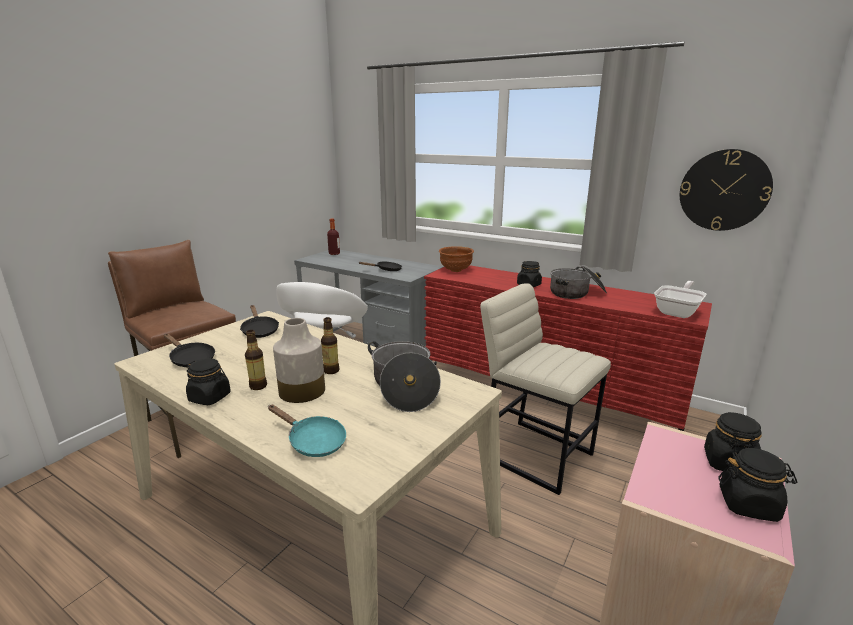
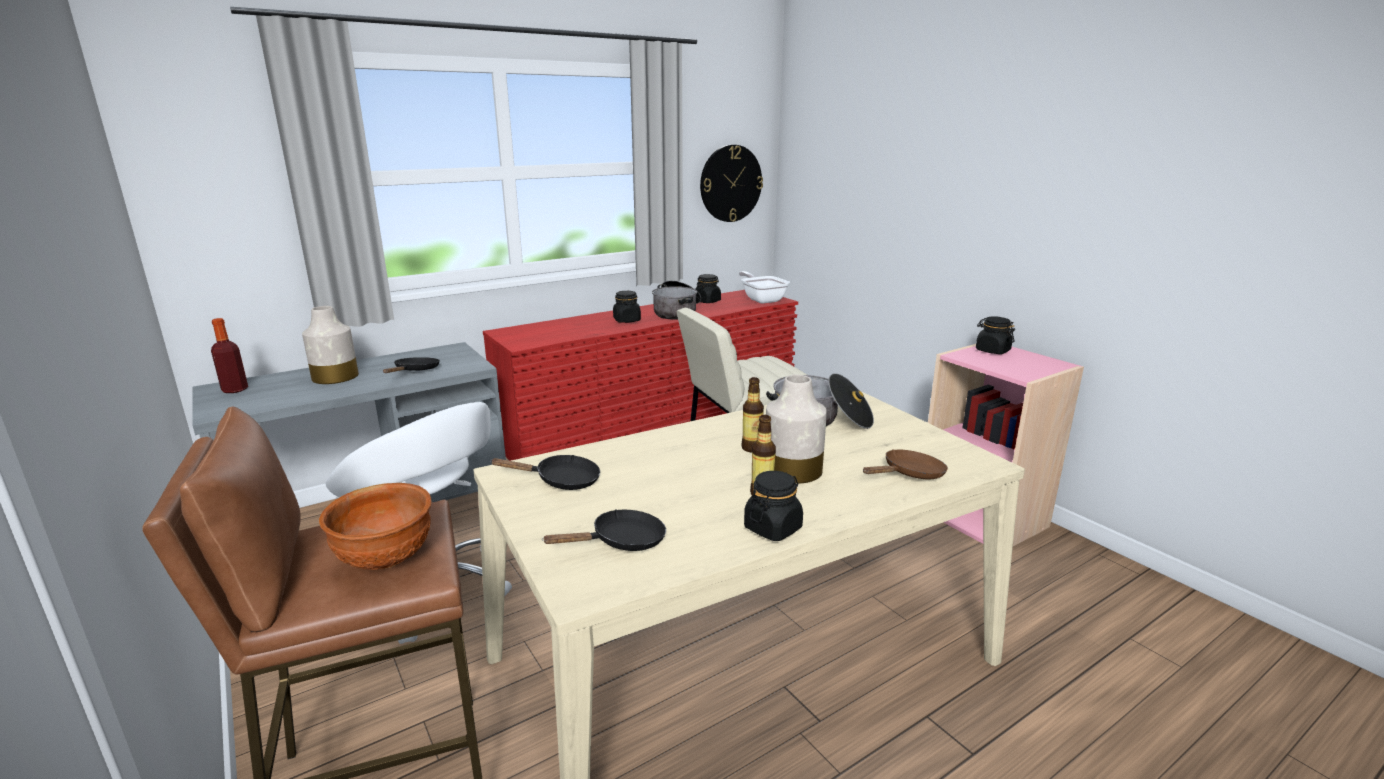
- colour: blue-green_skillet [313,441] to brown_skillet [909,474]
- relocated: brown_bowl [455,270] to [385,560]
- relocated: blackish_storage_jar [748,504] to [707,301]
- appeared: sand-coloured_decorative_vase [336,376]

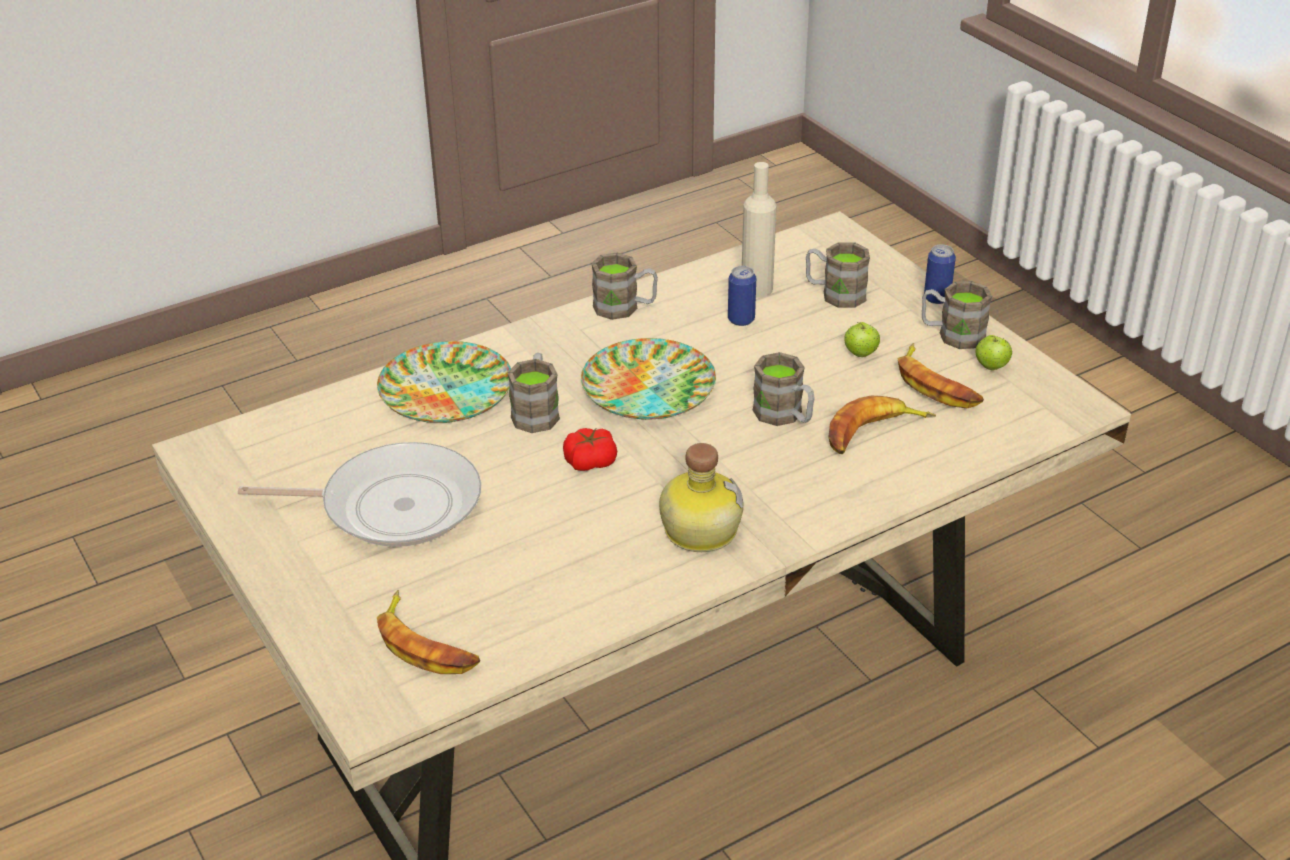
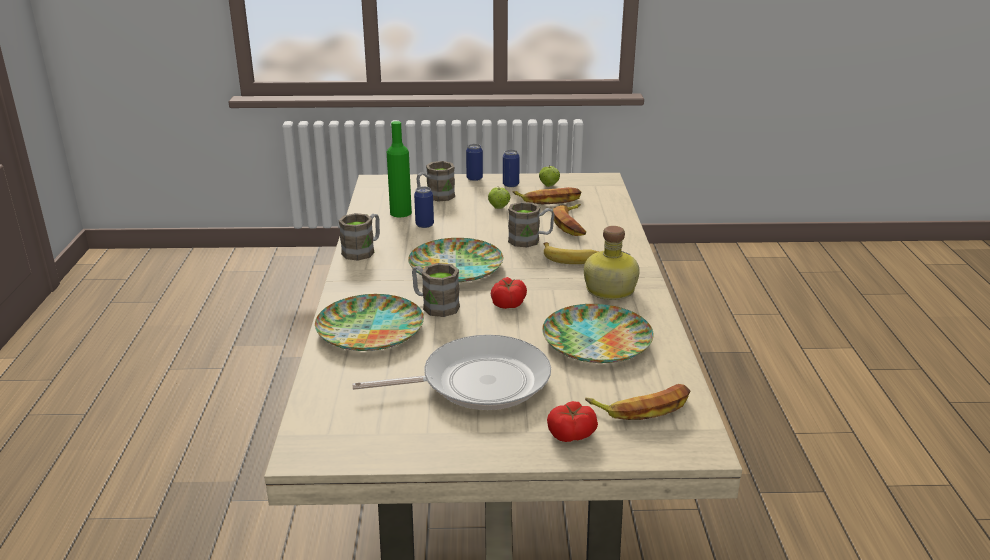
- spun: skillet [392,505] = [478,382] 45 degrees clockwise
- colour: sand-coloured_beverage_bottle [756,289] to greenish_beverage_bottle [400,213]
- exchanged: brown_coffee_mug [952,334] to sealed_can [510,184]
- appeared: flat_dish [595,340]
- appeared: whole_banana [571,258]
- appeared: tomato [572,433]

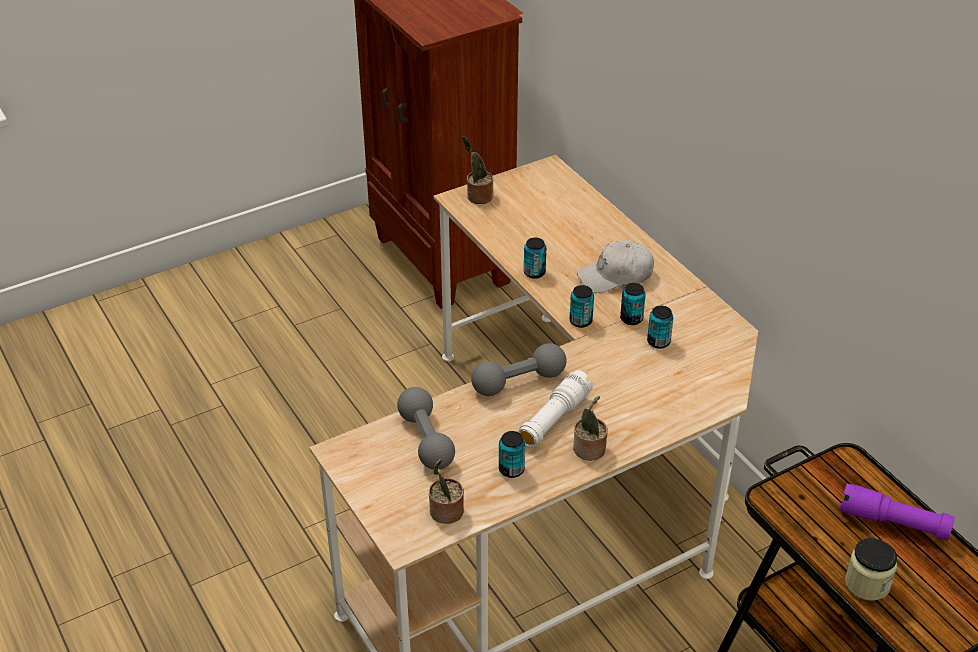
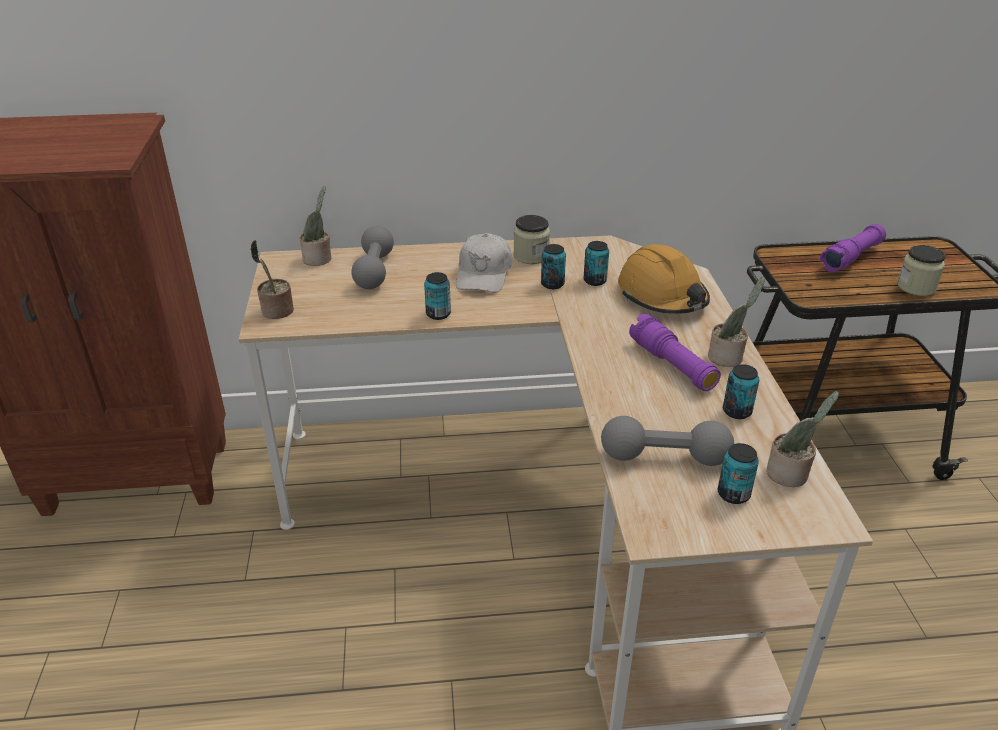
- relocated: greyish_dumbbell [518,382] to [374,271]
- colour: white-coloured_hand_torch [554,419] to purplish_hand_torch [672,365]
- relocated: sealed_can [580,321] to [733,494]
- appeared: plant_in_a_pot [319,259]
- appeared: storage_jar [531,256]
- appeared: orange-coloured_safety_helmet [662,296]

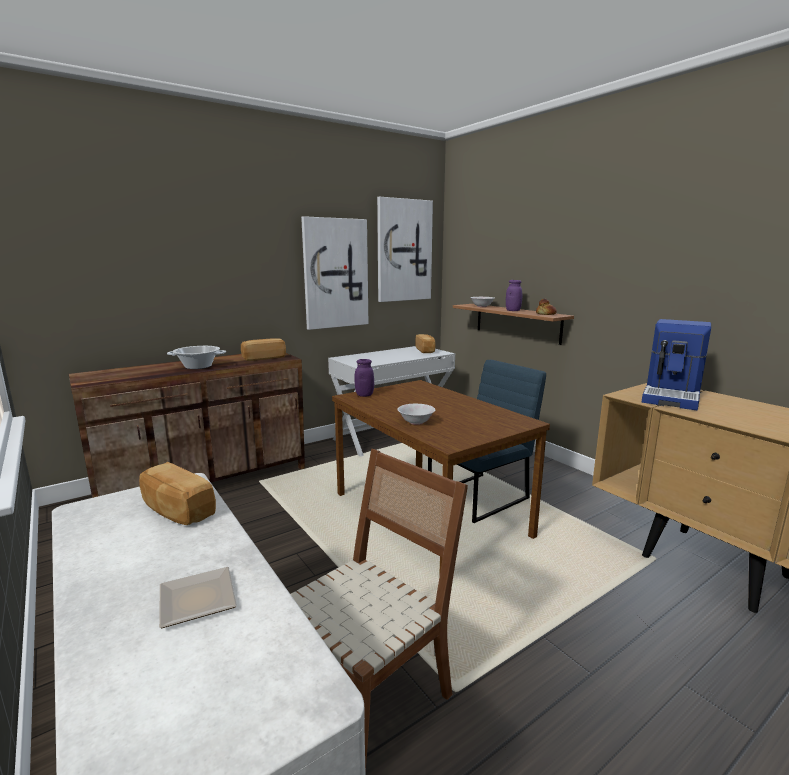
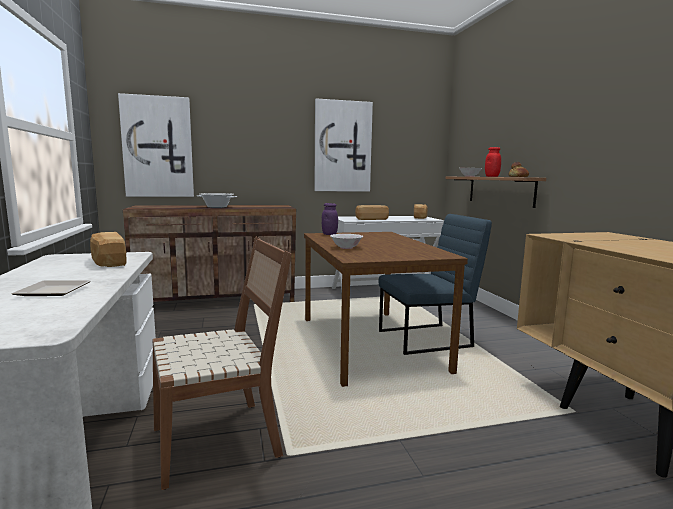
- relocated: bakery_bread [263,357] to [371,219]
- relocated: picture [404,250] to [158,147]
- colour: purplish_storage_jar [513,310] to reddish_storage_jar [492,176]
- missing: coffee_machine [672,396]

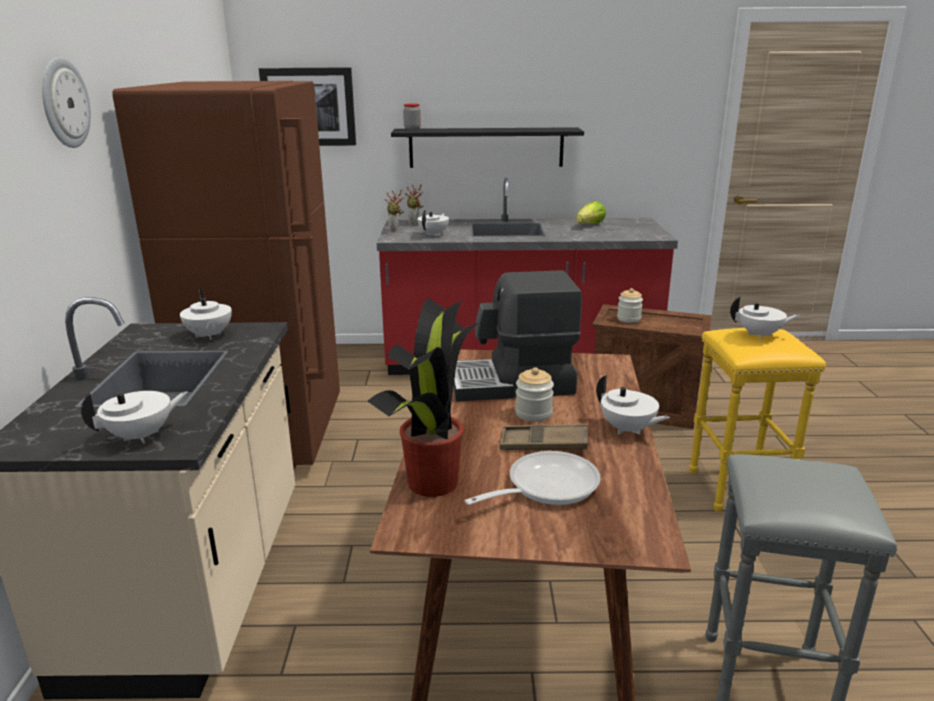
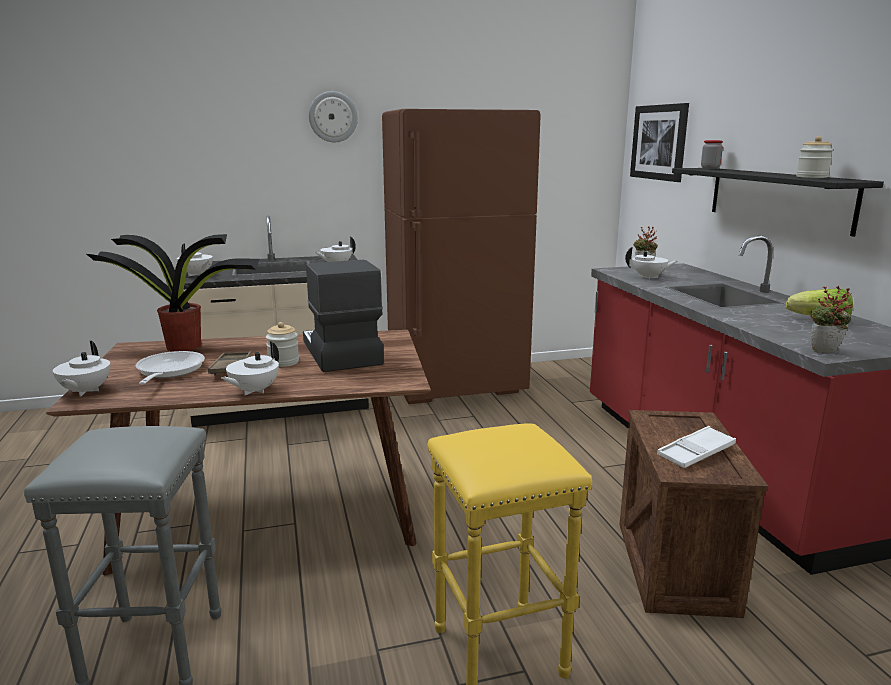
- relocated: plant_in_a_pot [415,224] to [824,352]
- spun: skillet [545,486] = [168,371] 135 degrees counterclockwise
- relocated: storage_jar [628,319] to [811,177]
- relocated: white-coloured_pot_for_tea [760,335] to [85,391]
- appeared: white-coloured_serving_tray [696,452]

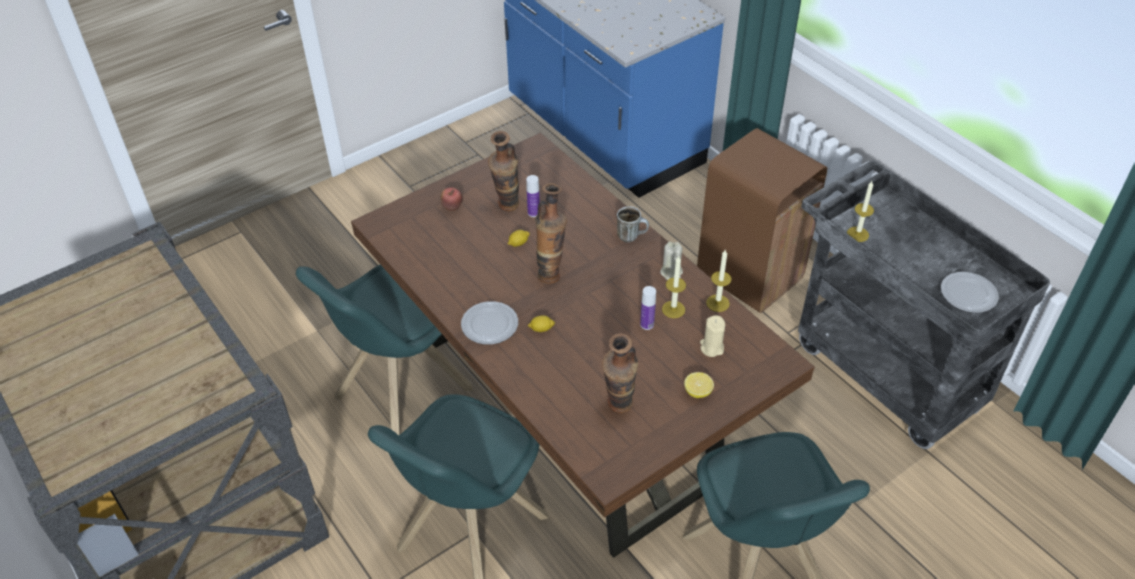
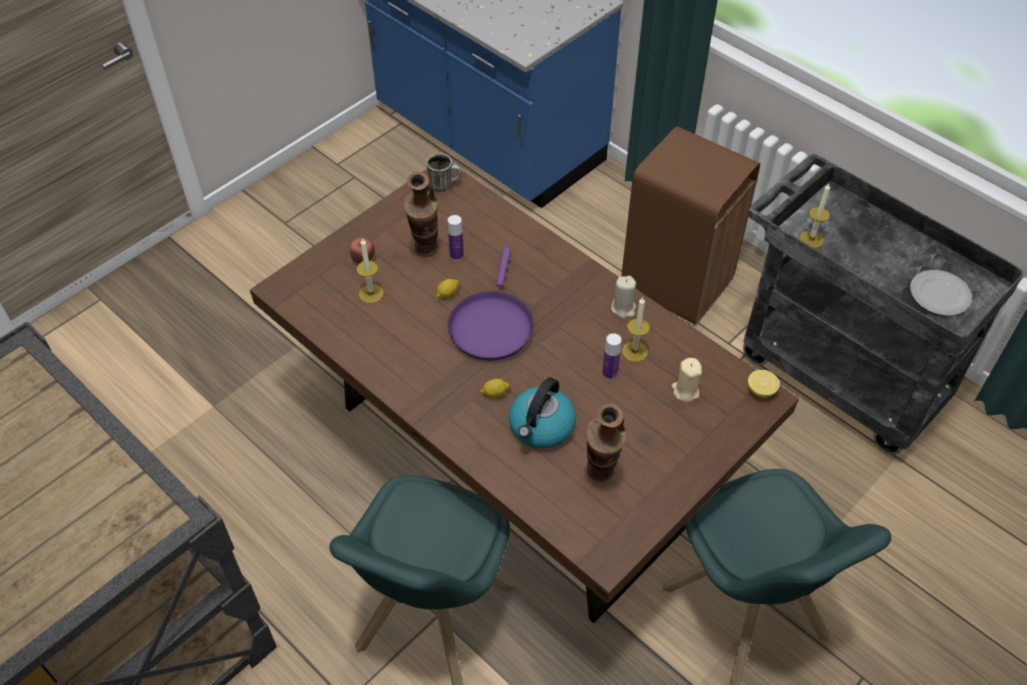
- missing: blue-green_plain_chair [401,392]
- missing: flat_dish [490,325]
- exchanged: decorative_vase [551,272] to purplish_skillet [491,325]
- relocated: coffee_mug [632,236] to [444,184]
- relocated: citrus_fruit [698,392] to [761,390]
- relocated: wax_candle [717,303] to [371,294]
- appeared: kettle [541,427]

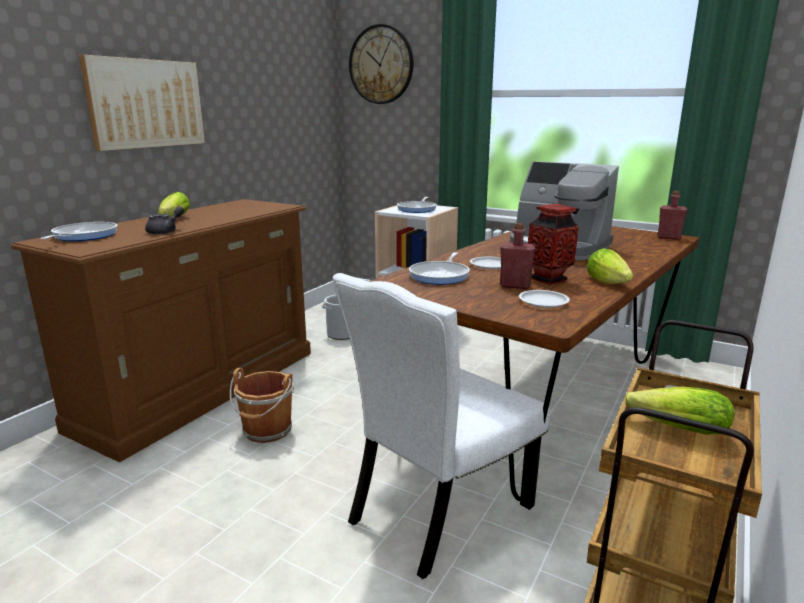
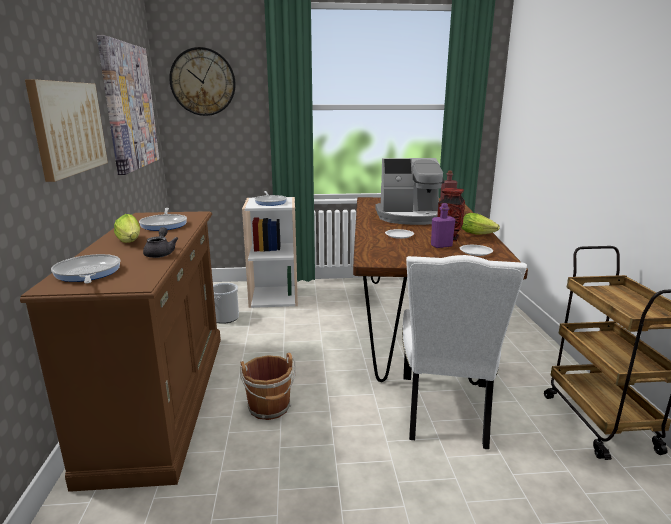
- relocated: skillet [440,276] to [164,224]
- colour: reddish_beverage_bottle [515,286] to purplish_beverage_bottle [441,246]
- missing: head_of_lettuce [673,428]
- appeared: picture [129,107]

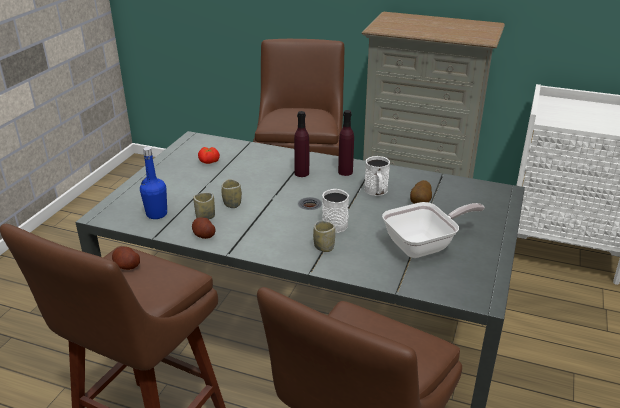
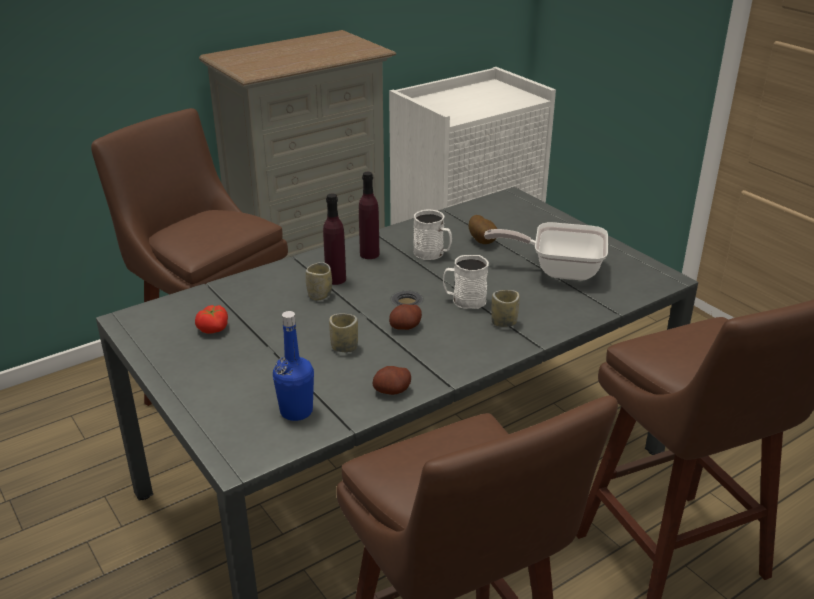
- relocated: potato [127,266] to [405,327]
- relocated: cup [205,216] to [319,295]
- spun: skillet [424,245] = [558,270] 90 degrees counterclockwise

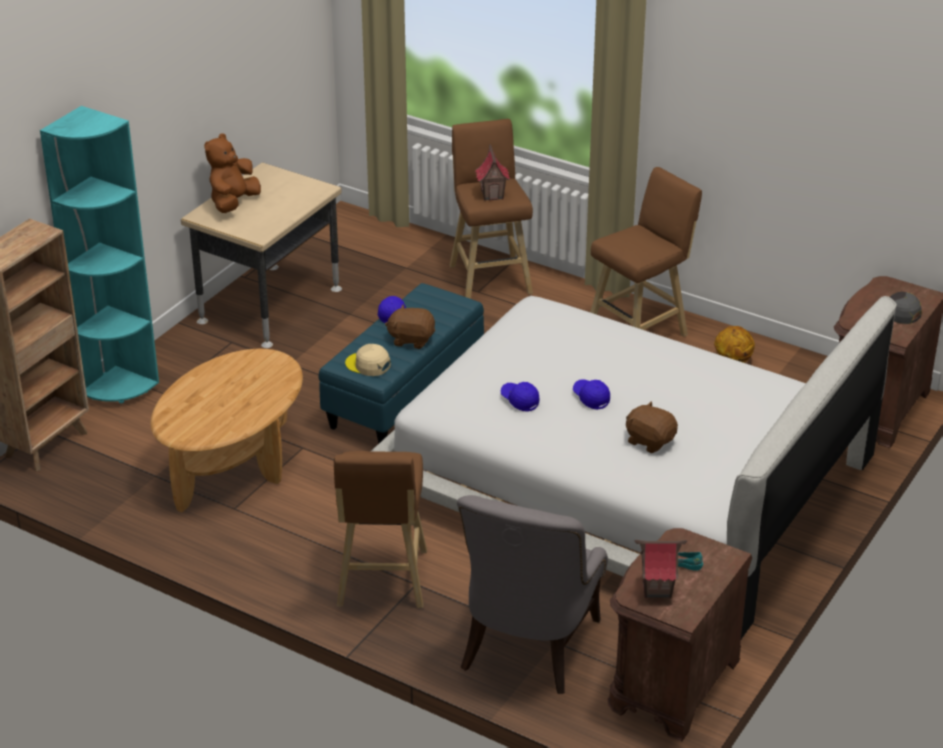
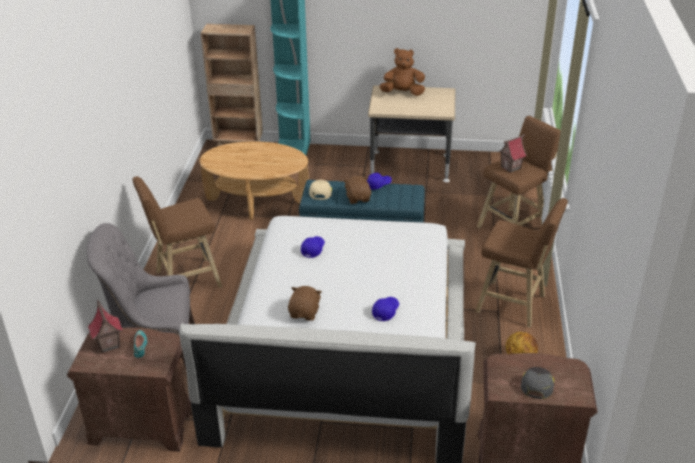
- relocated: blue-coloured_baseball_cap [591,398] to [385,311]

